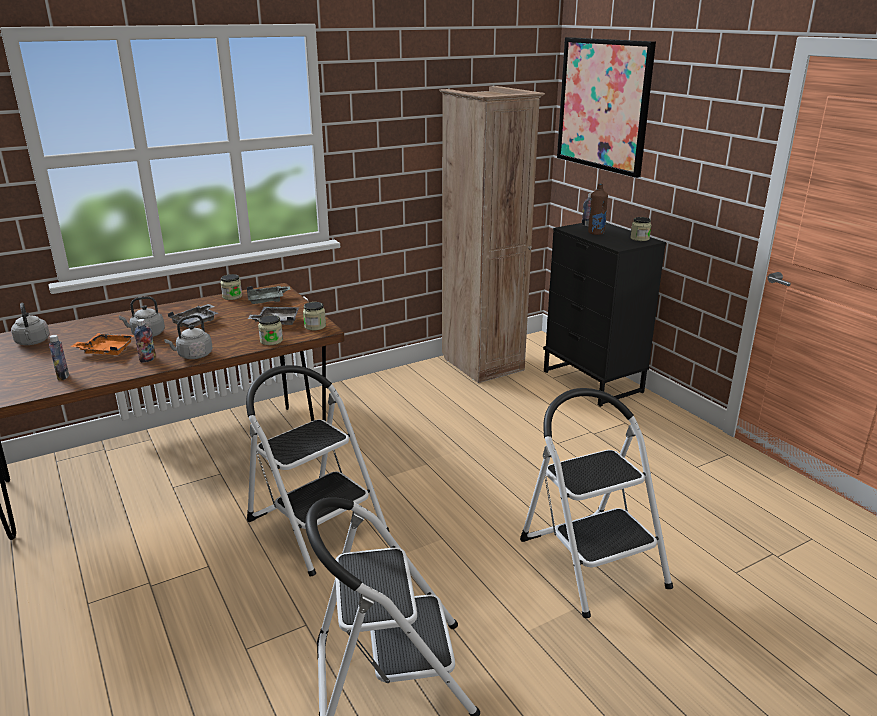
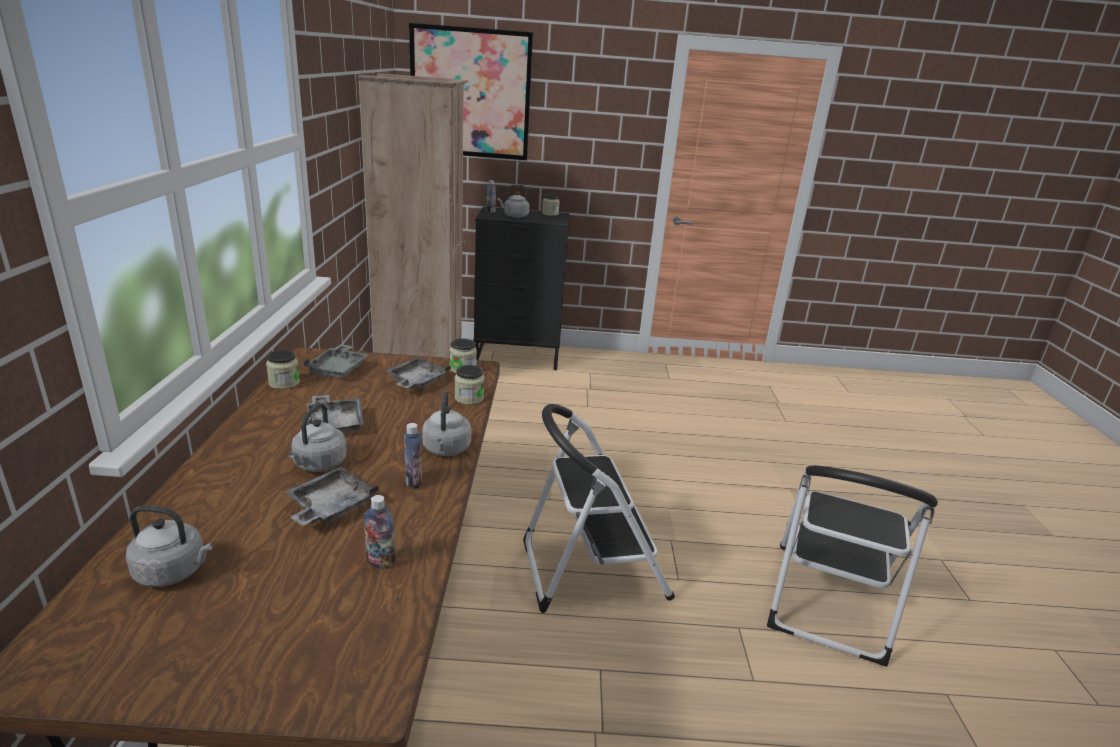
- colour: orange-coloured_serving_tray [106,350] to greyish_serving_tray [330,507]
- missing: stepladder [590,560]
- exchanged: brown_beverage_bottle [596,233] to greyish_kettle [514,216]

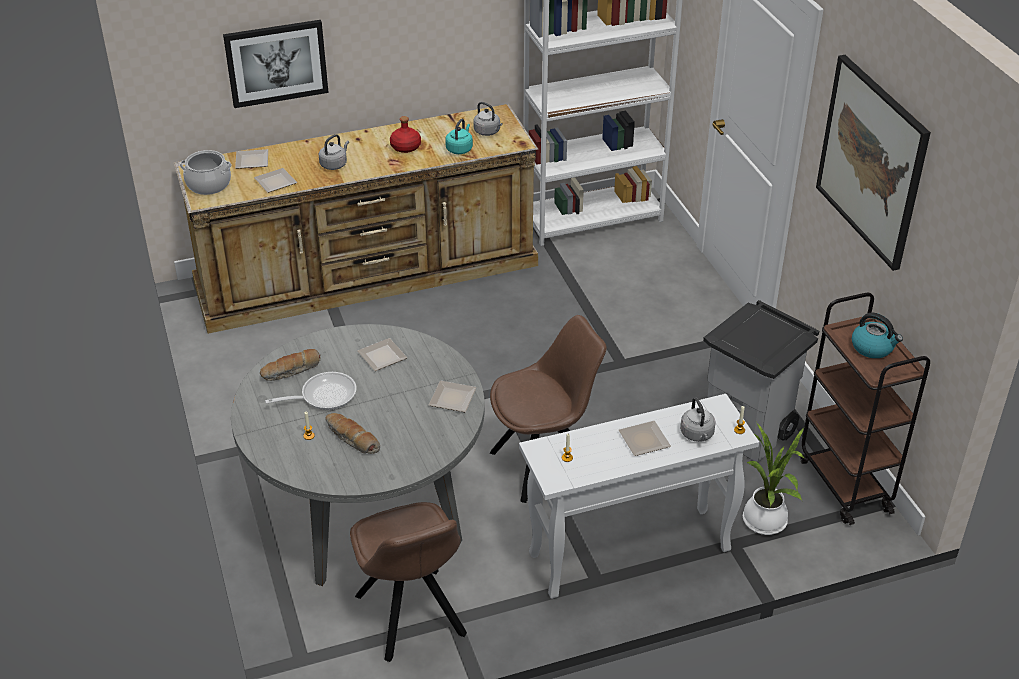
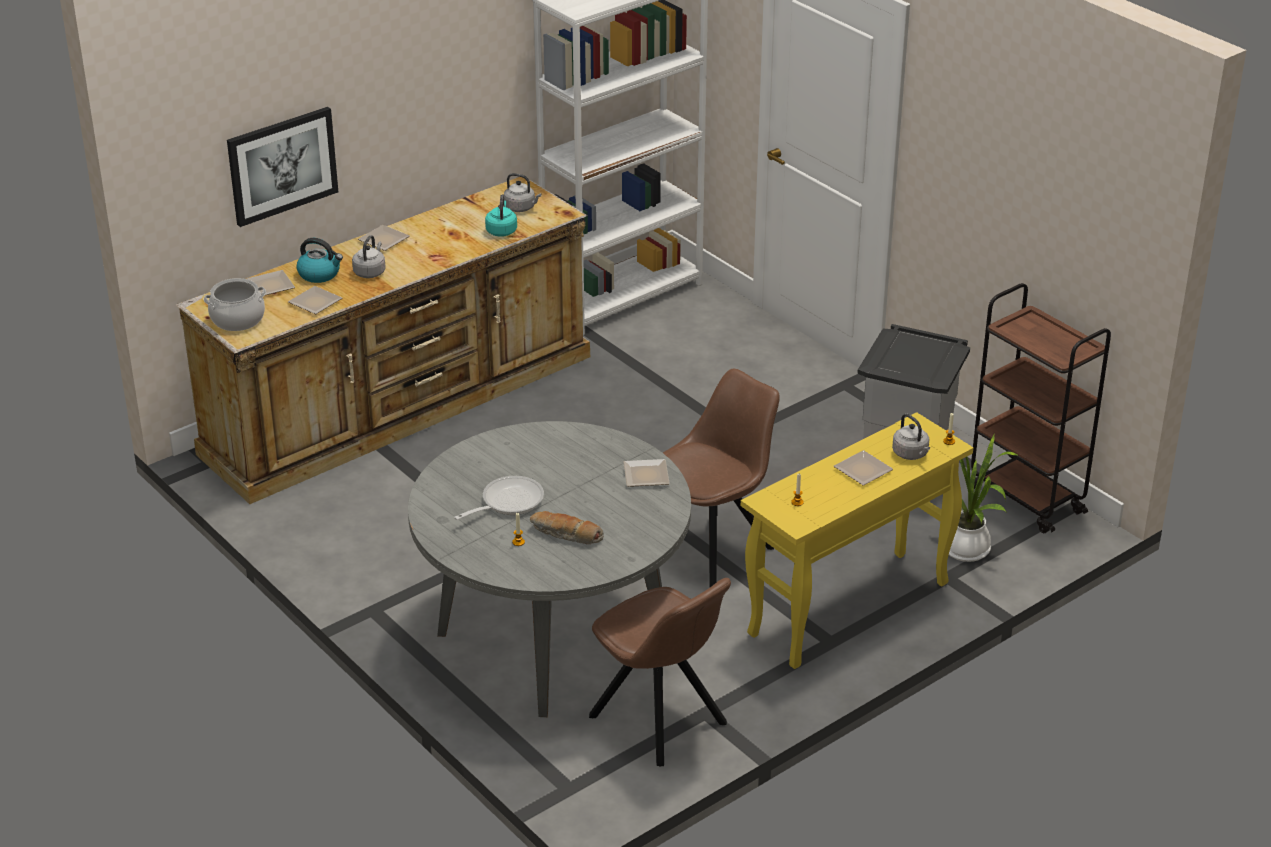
- missing: bakery_bread [291,371]
- relocated: flat_dish [380,356] to [382,240]
- missing: reddish_beverage_bottle [406,147]
- colour: white-coloured_console_table [628,553] to yellow_console_table [848,610]
- missing: picture [872,161]
- relocated: kettle [873,347] to [320,274]

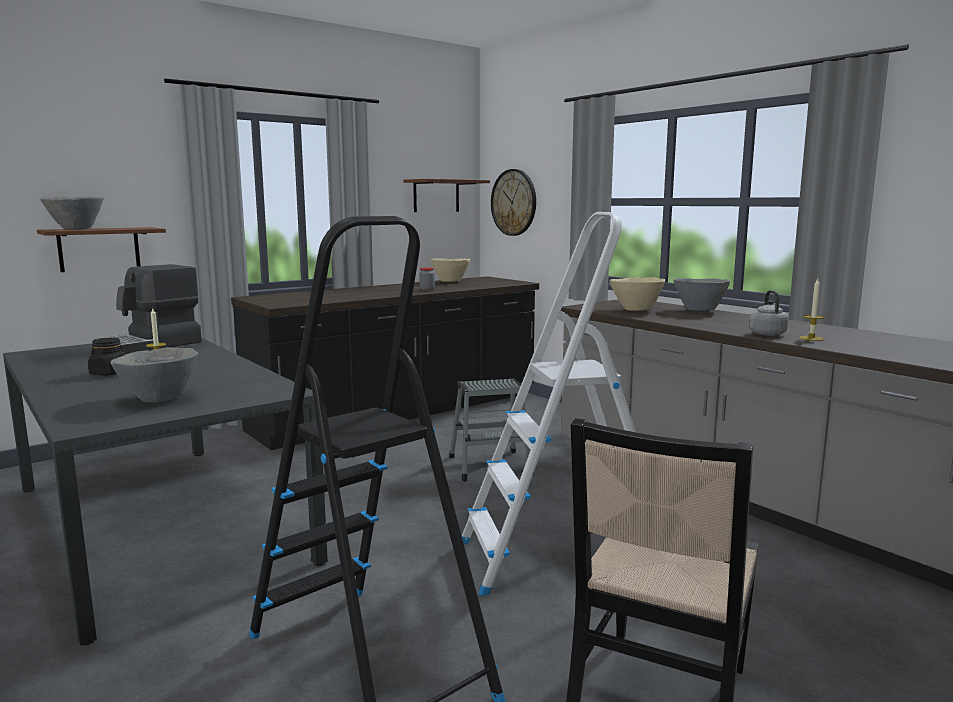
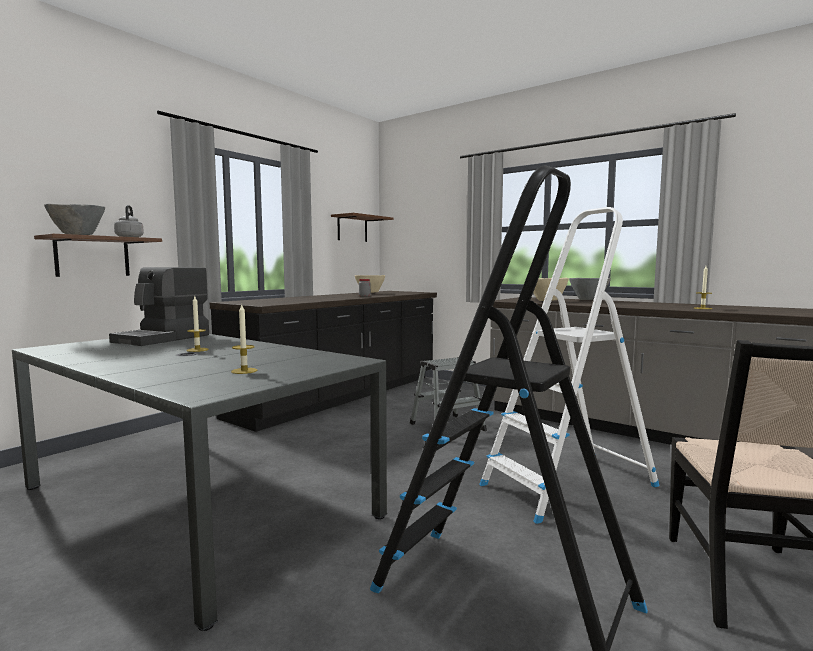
- missing: blackish_storage_jar [109,373]
- exchanged: greyish_bowl [159,399] to wax_candle [244,371]
- missing: clock_on_the_wall [514,202]
- relocated: greyish_kettle [766,334] to [130,237]

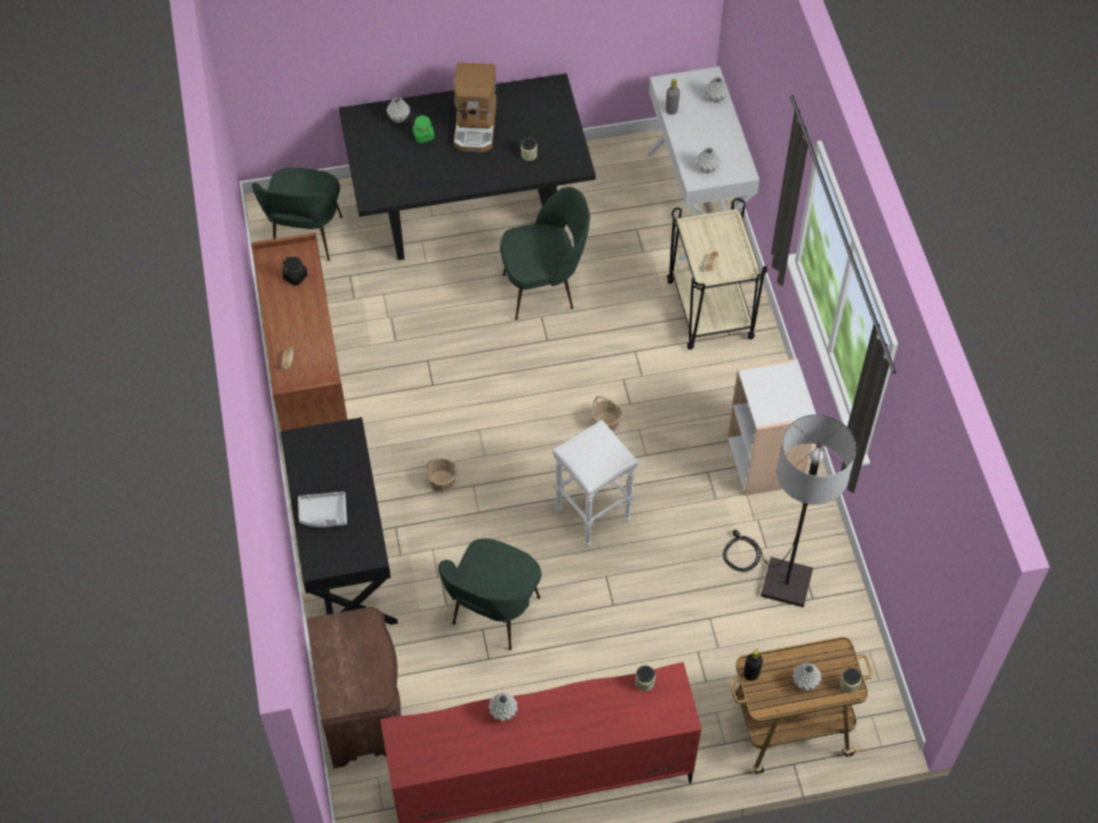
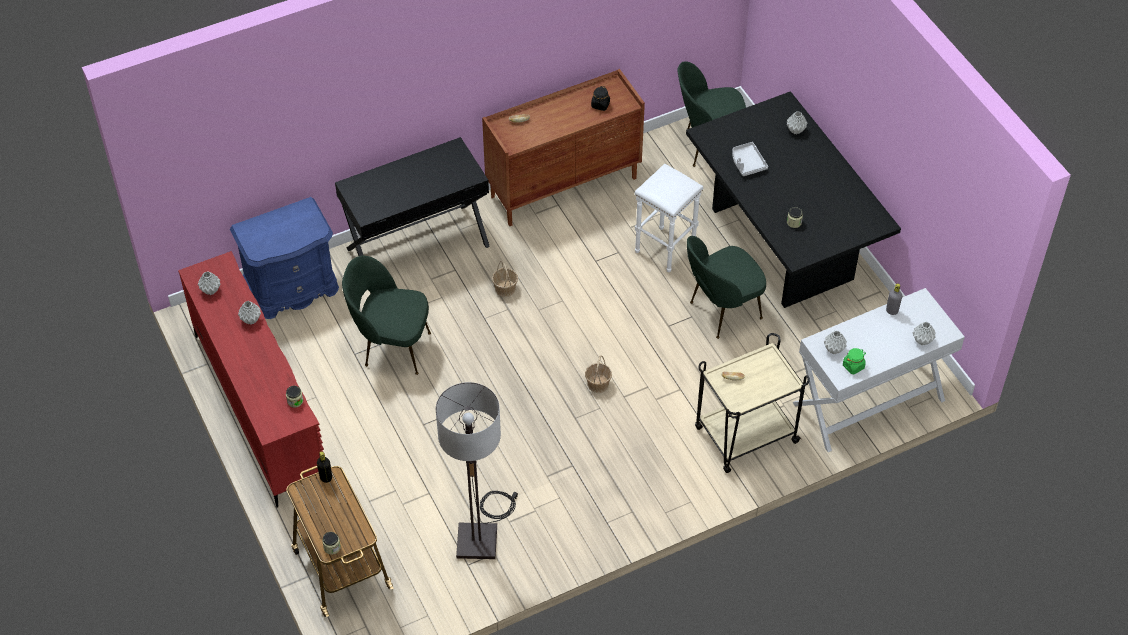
- relocated: greyish_serving_tray [323,514] to [747,163]
- colour: brown_bedside_table [363,710] to blue-coloured_bedside_table [293,289]
- relocated: greenish_storage_jar [423,136] to [853,366]
- missing: coffee_machine [476,126]
- spun: greenish_plain_chair [544,290] = [720,313] 90 degrees clockwise
- relocated: white-coloured_sitting_stool [592,515] to [663,249]
- missing: white-coloured_bookshelf [765,461]
- relocated: greyish_decorative_vase [805,683] to [210,290]

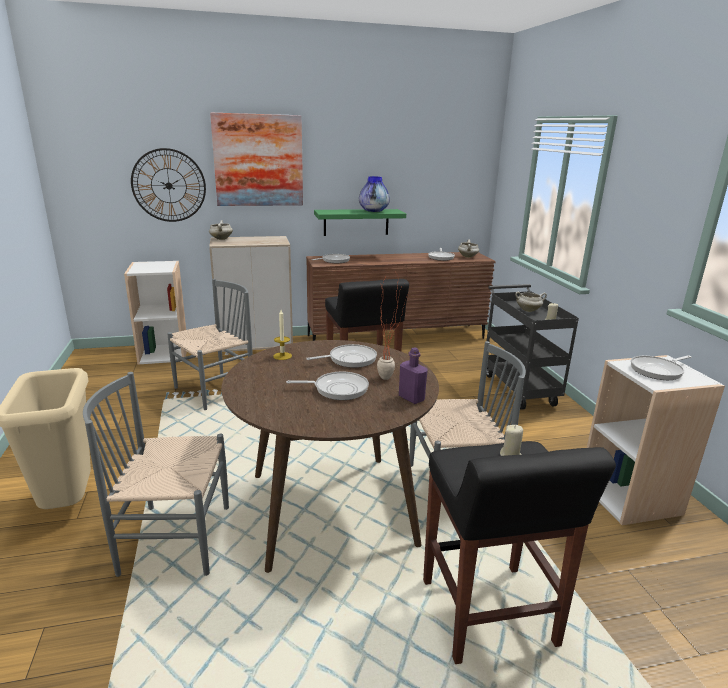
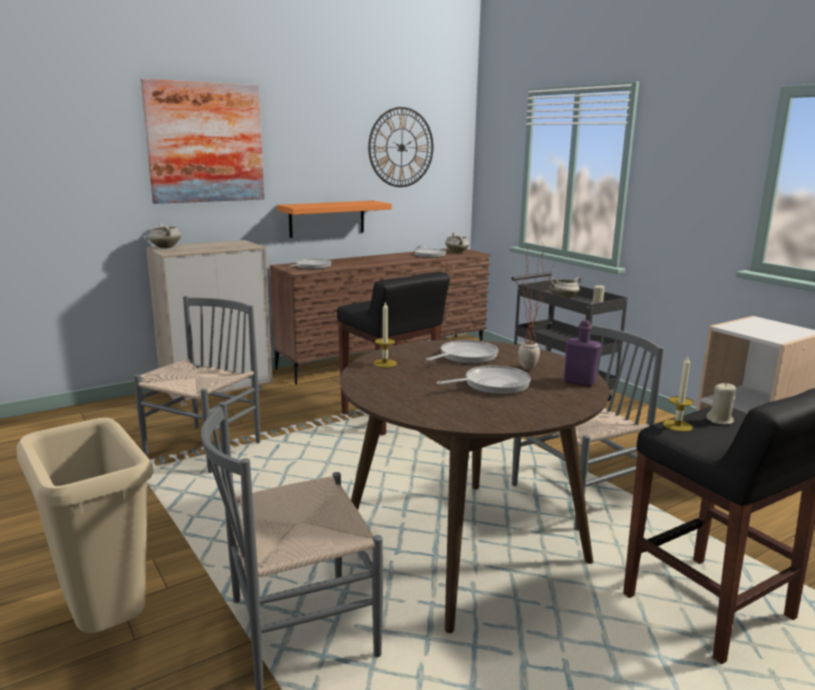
- missing: bookshelf [164,354]
- relocated: clock_on_the_wall [169,185] to [401,147]
- colour: greenish_shelf [356,222] to orange-coloured_shelf [327,218]
- missing: decorative_vase [374,211]
- missing: skillet [658,370]
- appeared: wax_candle [677,425]

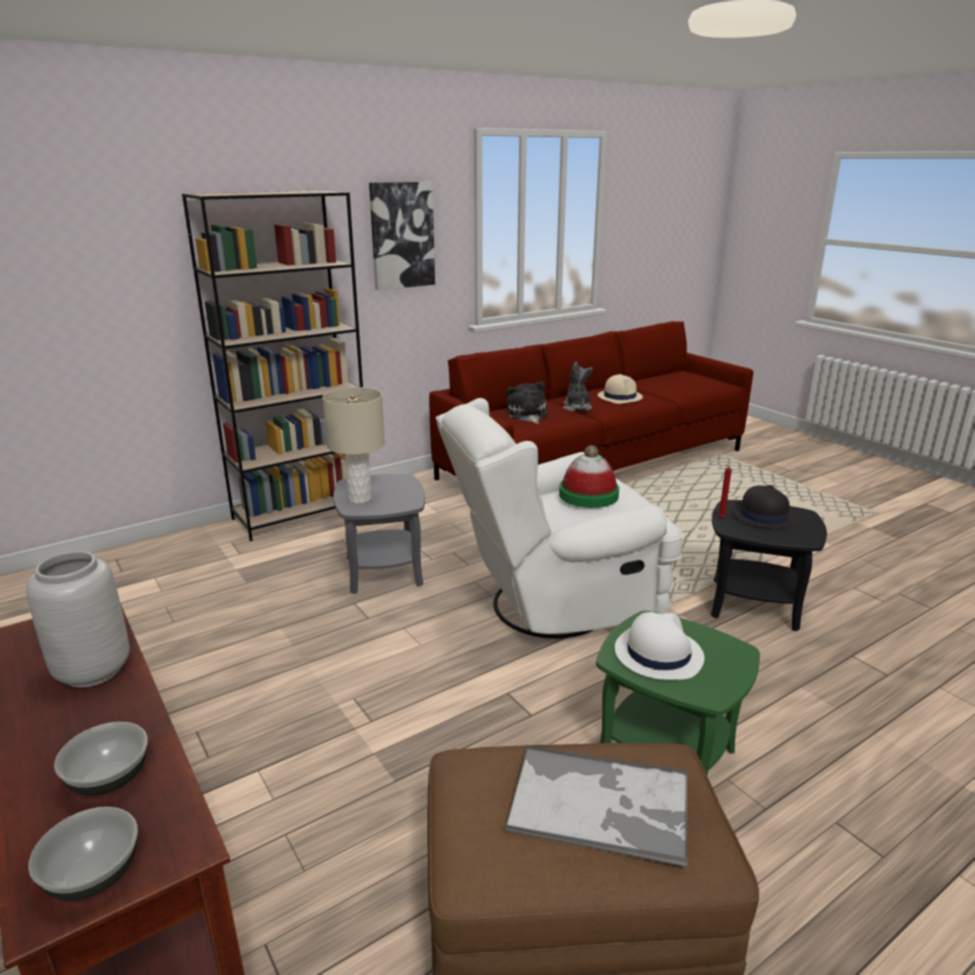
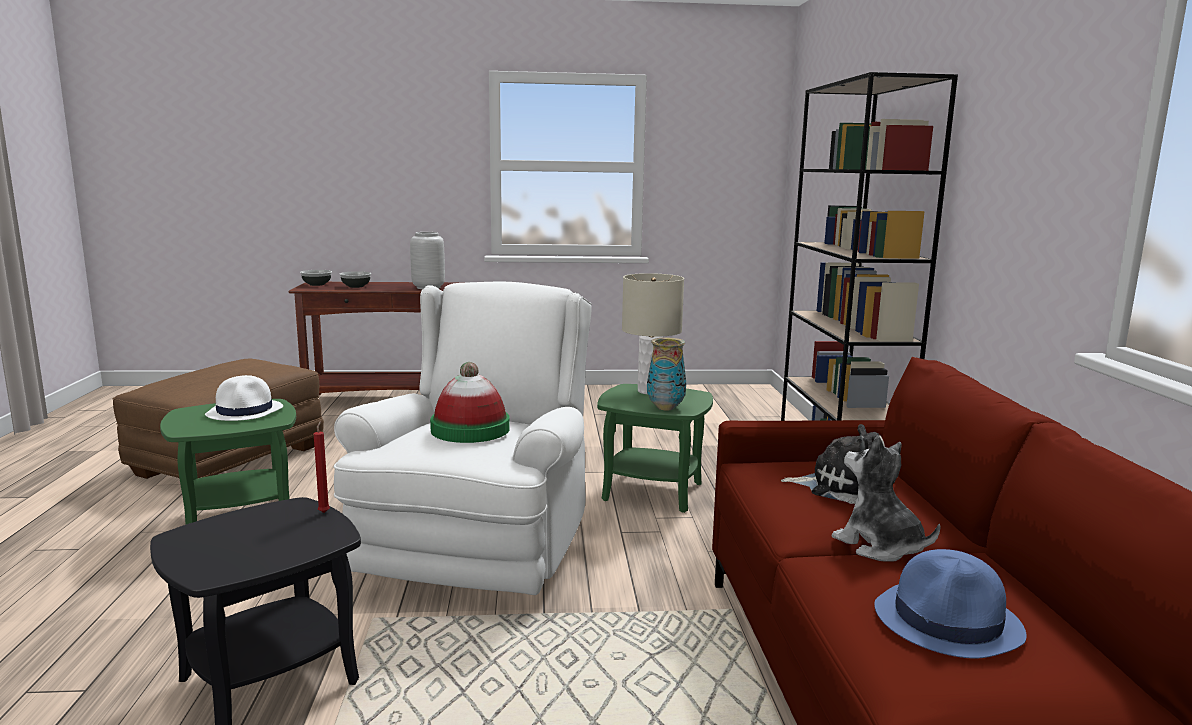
- colour: greyish_side_table [383,571] to greenish_side_table [653,492]
- missing: picture [402,235]
- missing: serving_tray [601,804]
- spun: cuddly_toy [577,407] = [879,546] 150 degrees counterclockwise
- colour: sand-coloured_hat [619,397] to blue-coloured_hat [948,621]
- missing: blackish_hat [763,515]
- appeared: decorative_vase [665,408]

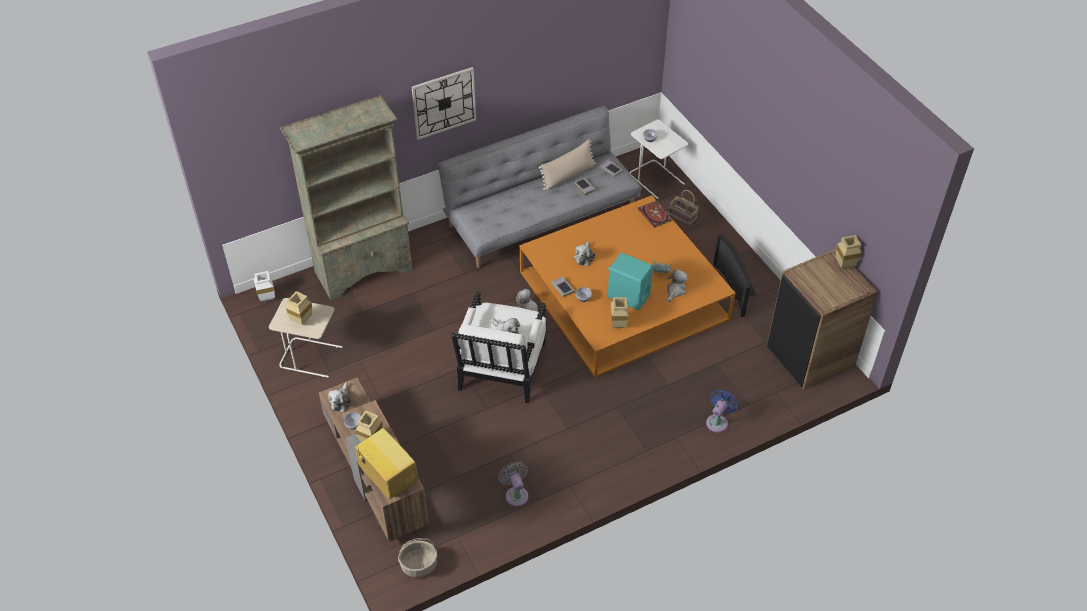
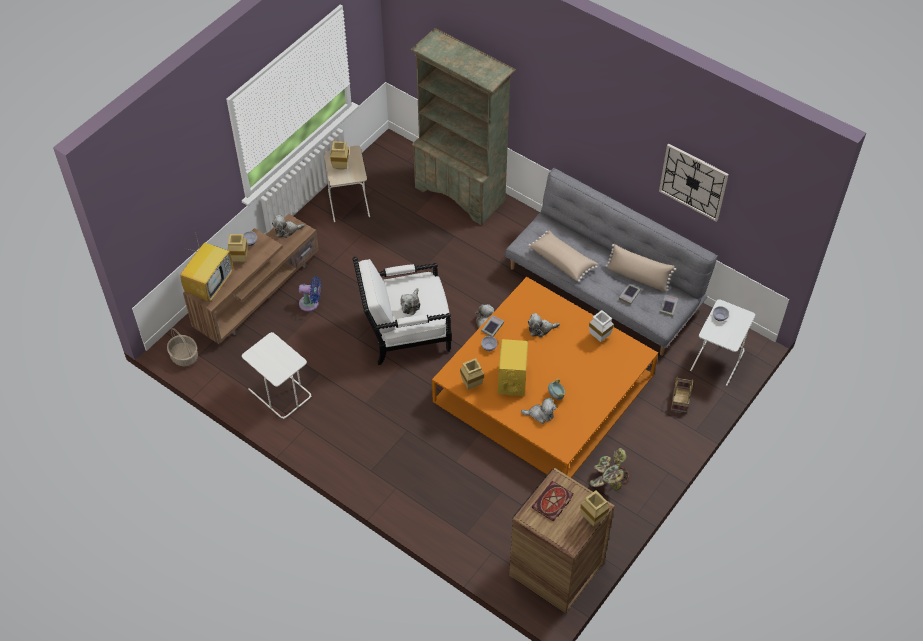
- relocated: white-coloured_decorative_vase [268,297] to [600,337]
- relocated: clock_on_the_wall [444,103] to [693,182]
- exchanged: greyish_electric_fan [516,494] to white-coloured_side_table [279,392]
- colour: blue-green_loudspeaker [628,296] to yellow_loudspeaker [512,380]
- relocated: volume [656,215] to [552,503]
- relocated: blue-coloured_electric_fan [718,421] to [311,303]
- exchanged: TV [737,289] to plant_in_a_pot [608,479]
- appeared: sand-coloured_cushion [562,260]

